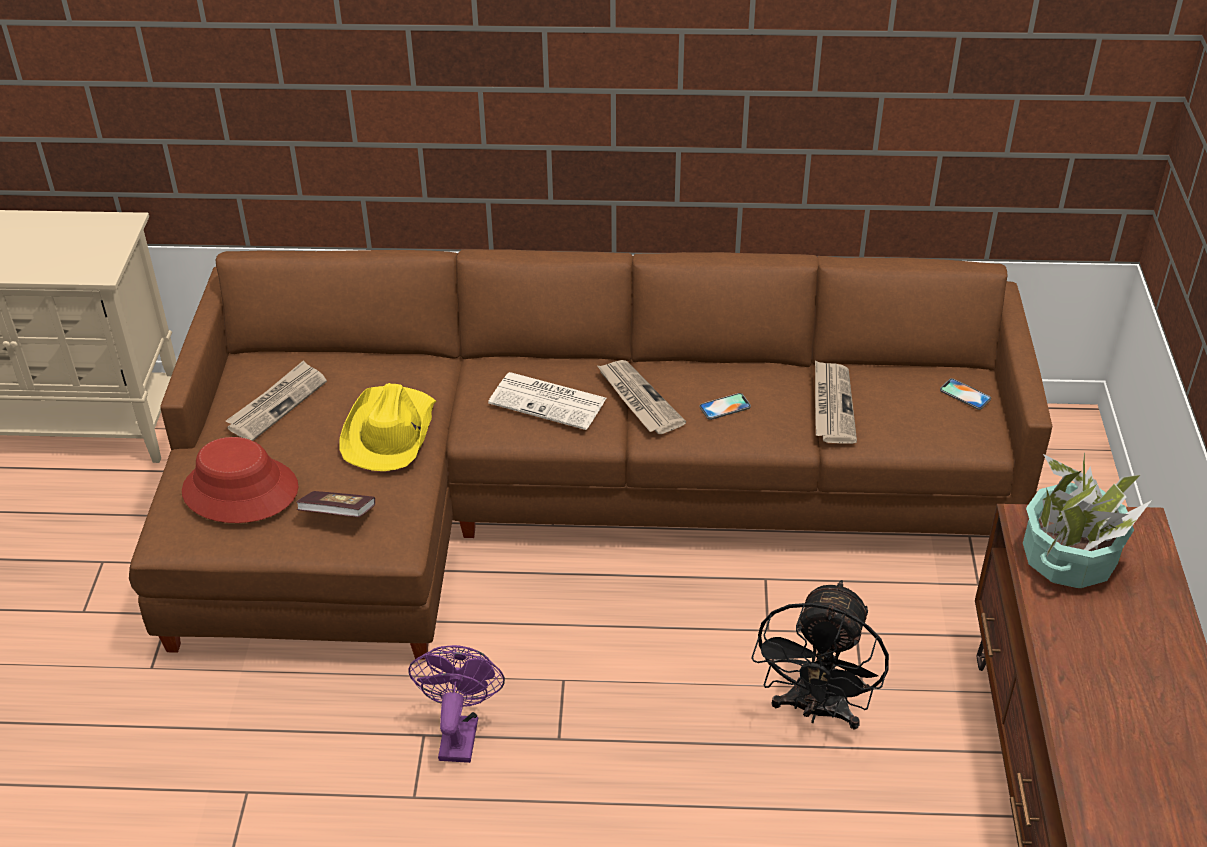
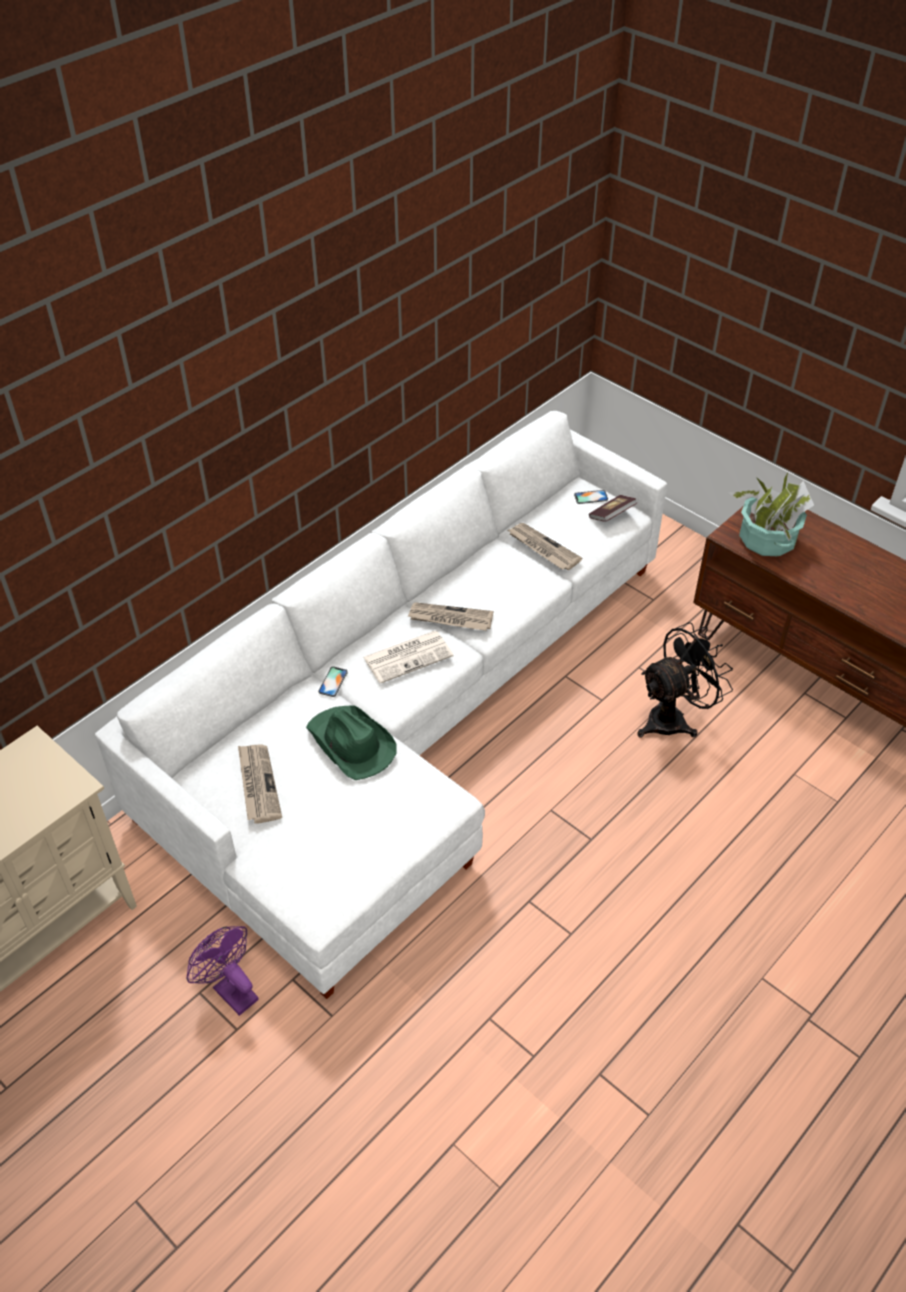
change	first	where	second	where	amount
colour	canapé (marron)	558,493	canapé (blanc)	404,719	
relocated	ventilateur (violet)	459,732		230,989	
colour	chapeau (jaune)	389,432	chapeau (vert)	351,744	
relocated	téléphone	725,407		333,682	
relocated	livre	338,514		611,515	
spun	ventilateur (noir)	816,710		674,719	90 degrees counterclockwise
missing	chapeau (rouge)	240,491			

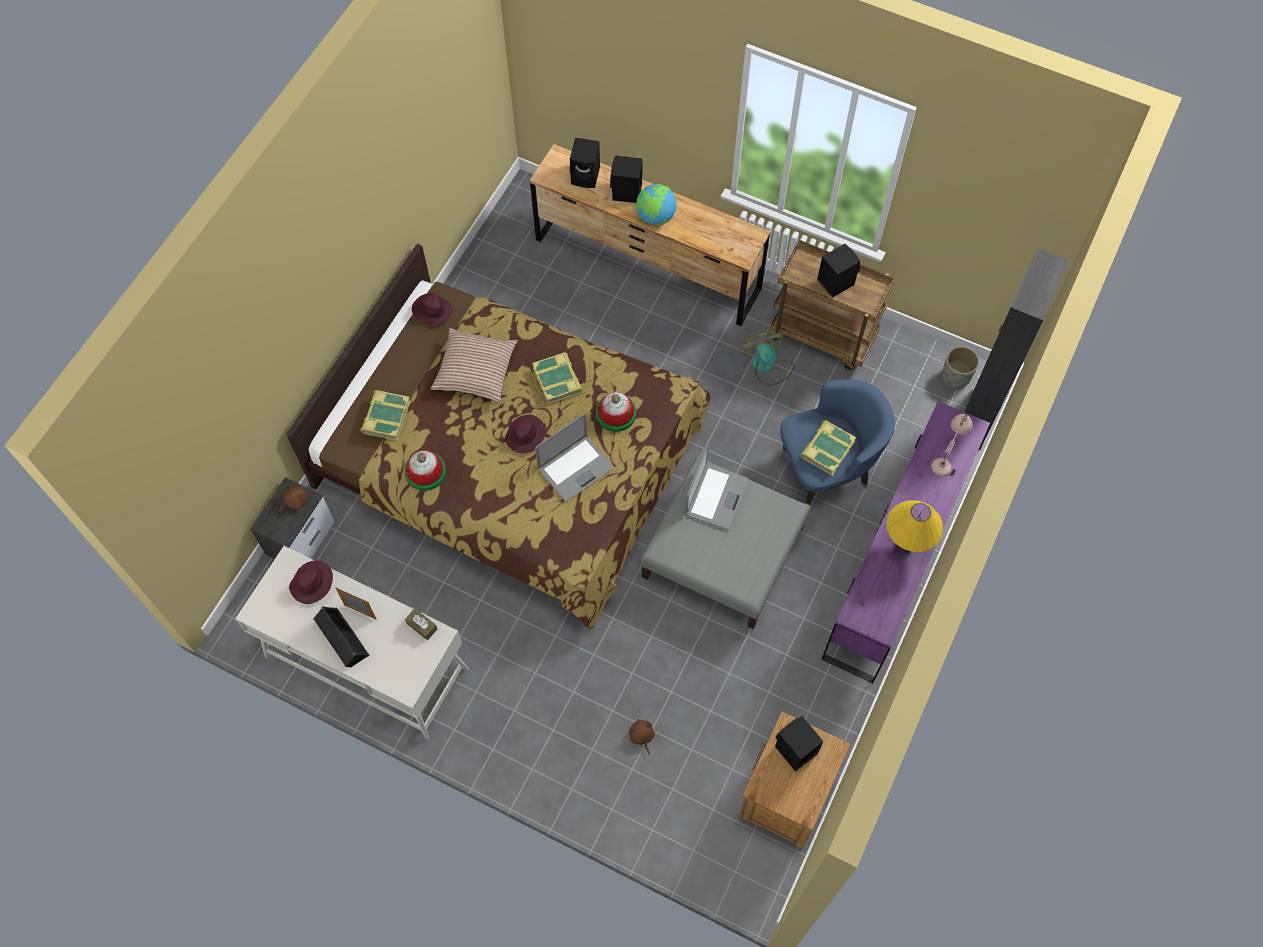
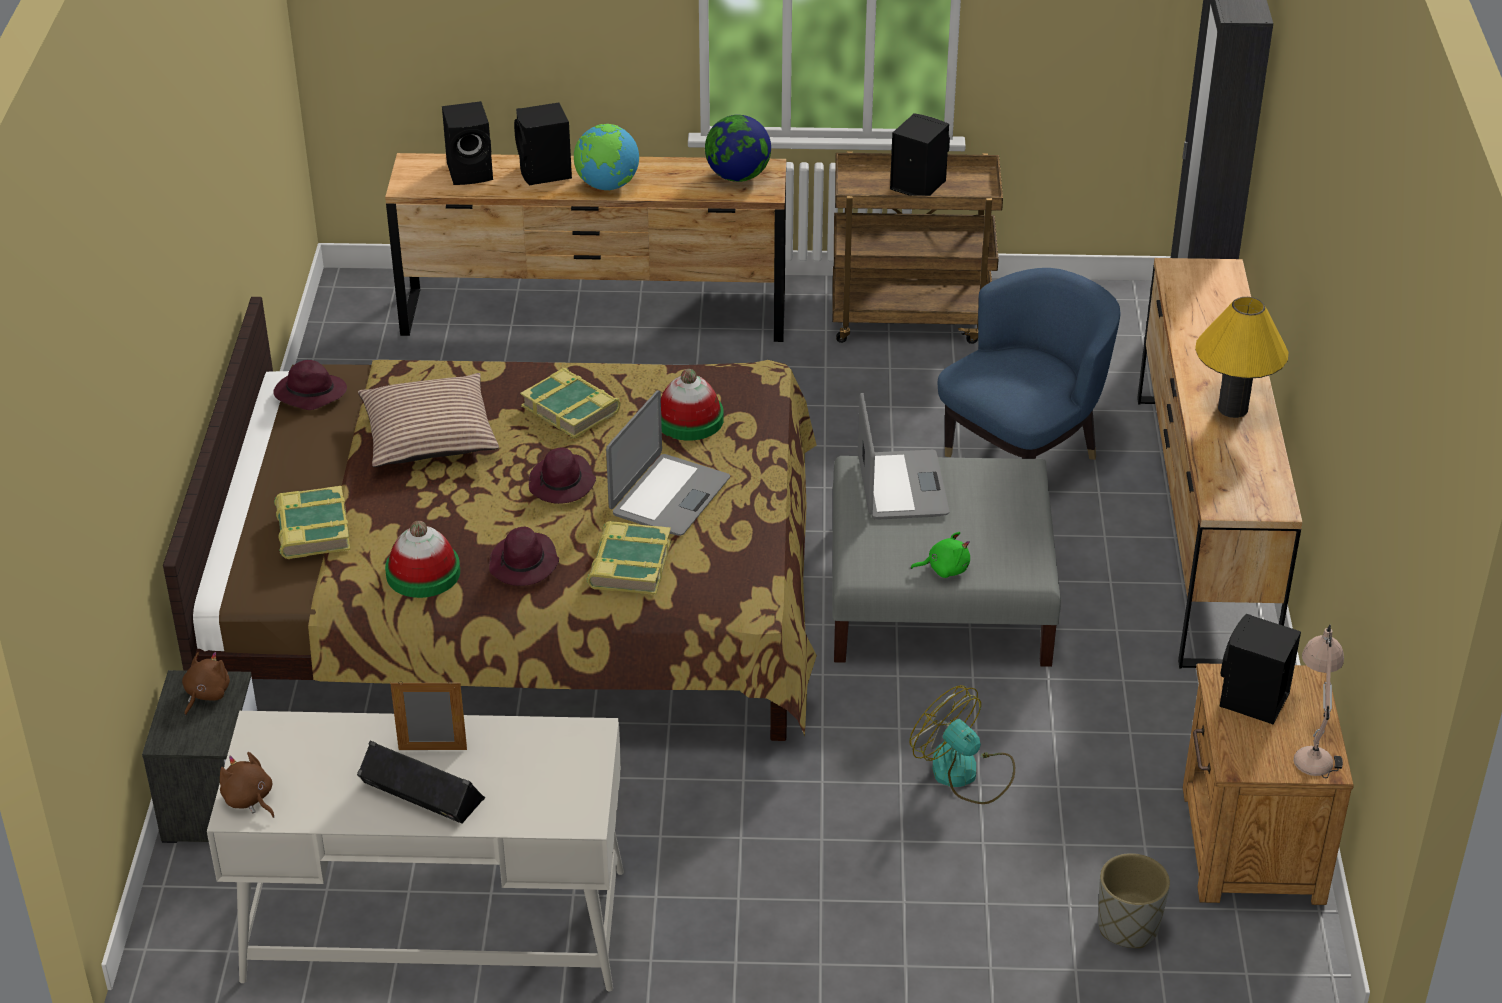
change	first	where	second	where	amount
relocated	peluche (marron)	641,736		249,800	
relocated	chapeau (violet)	312,584		524,564	
relocated	livre	827,449		629,565	
appeared			globe	738,176	
relocated	ventilateur	767,365		964,773	
appeared			peluche (vert)	944,569	
relocated	cache-pot (gris)	955,377		1128,927	
colour	commode (violet)	895,562	commode (marron)	1200,525	
relocated	lampe de table (beige)	946,458		1312,746	
missing	boîte à mouchoirs (marron)	422,626			

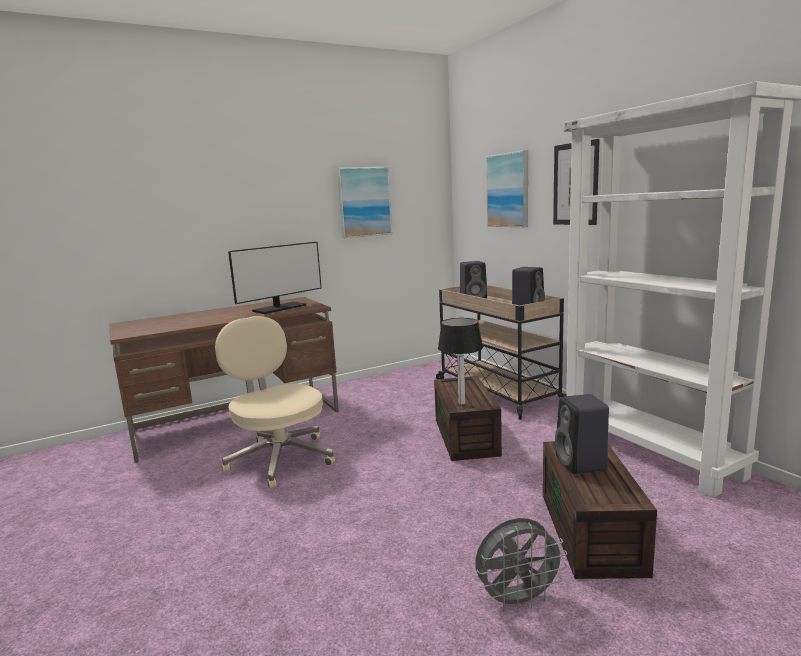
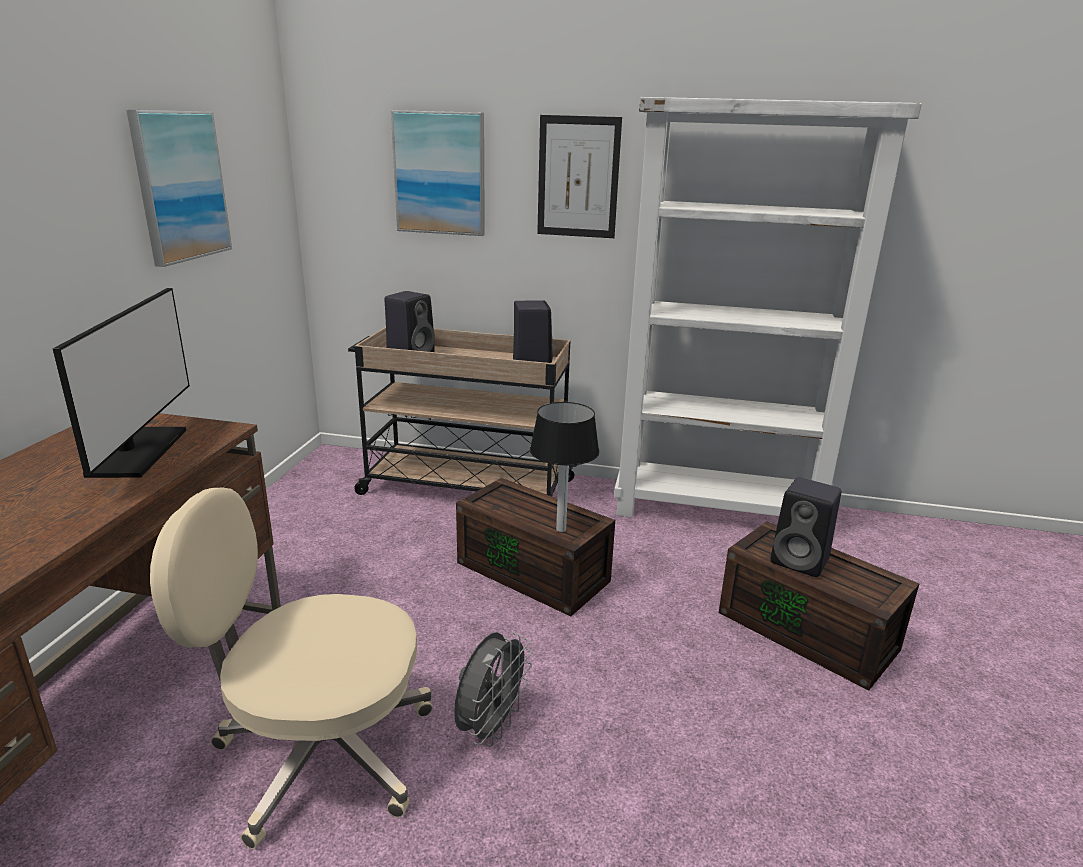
change	first	where	second	where	amount
relocated	ventilateur (gris)	518,600		490,726	

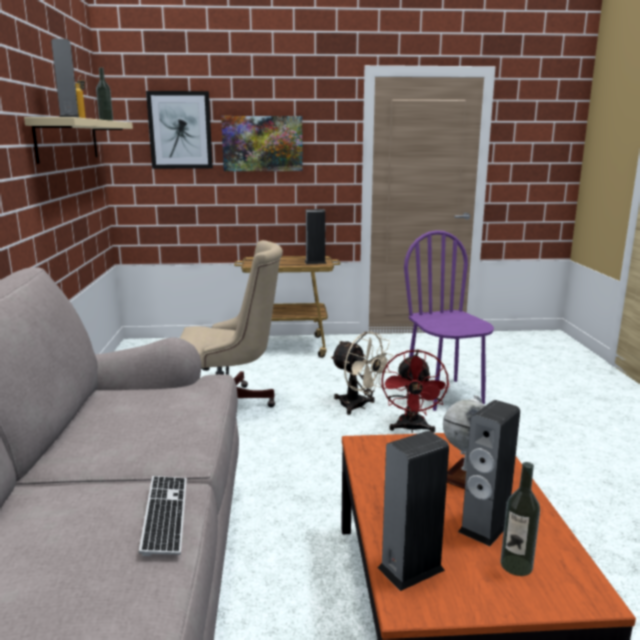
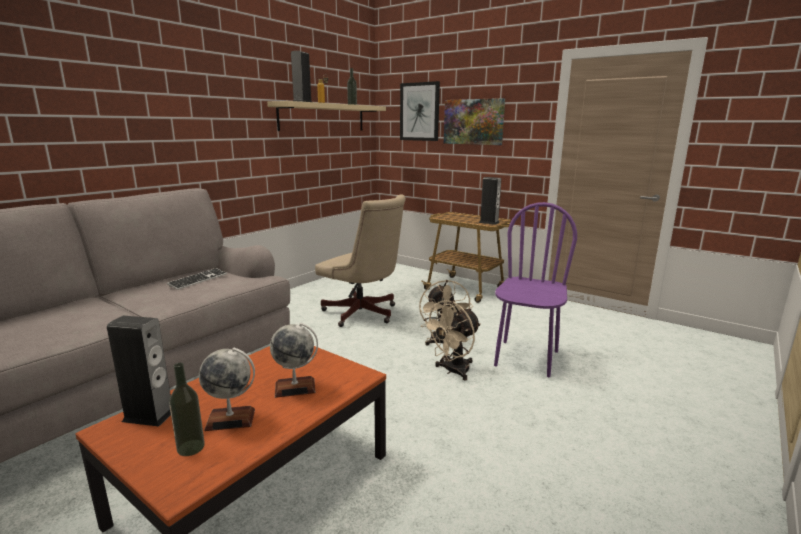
change	first	where	second	where	amount
relocated	clavier	165,515		198,280	
exchanged	enceinte	485,526	globe	230,419	
colour	ventilateur (rouge)	412,429	ventilateur (beige)	452,371	

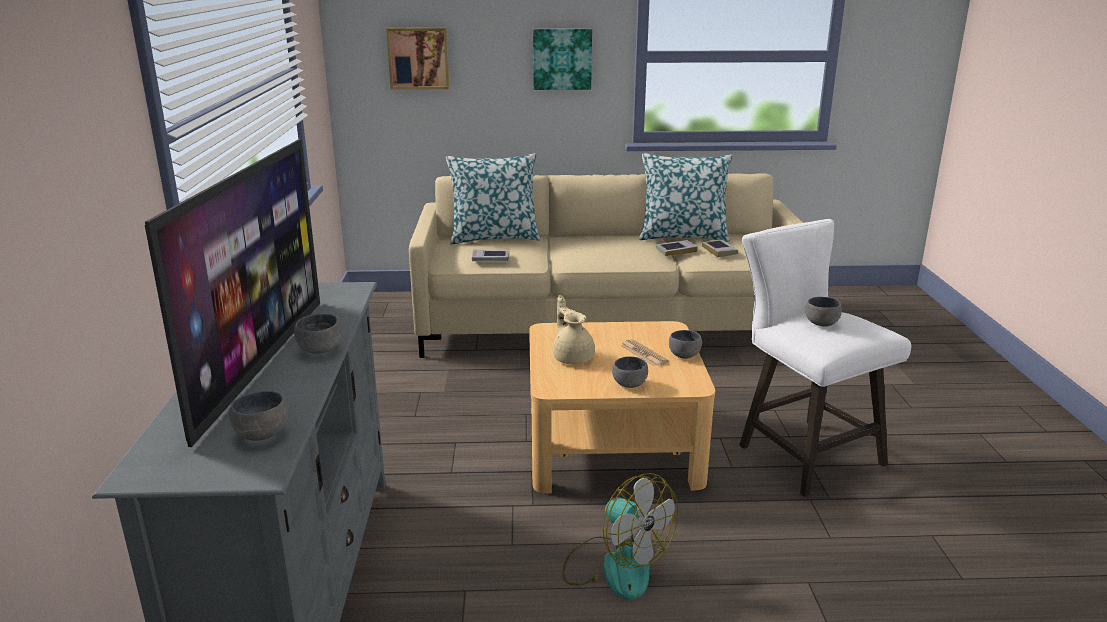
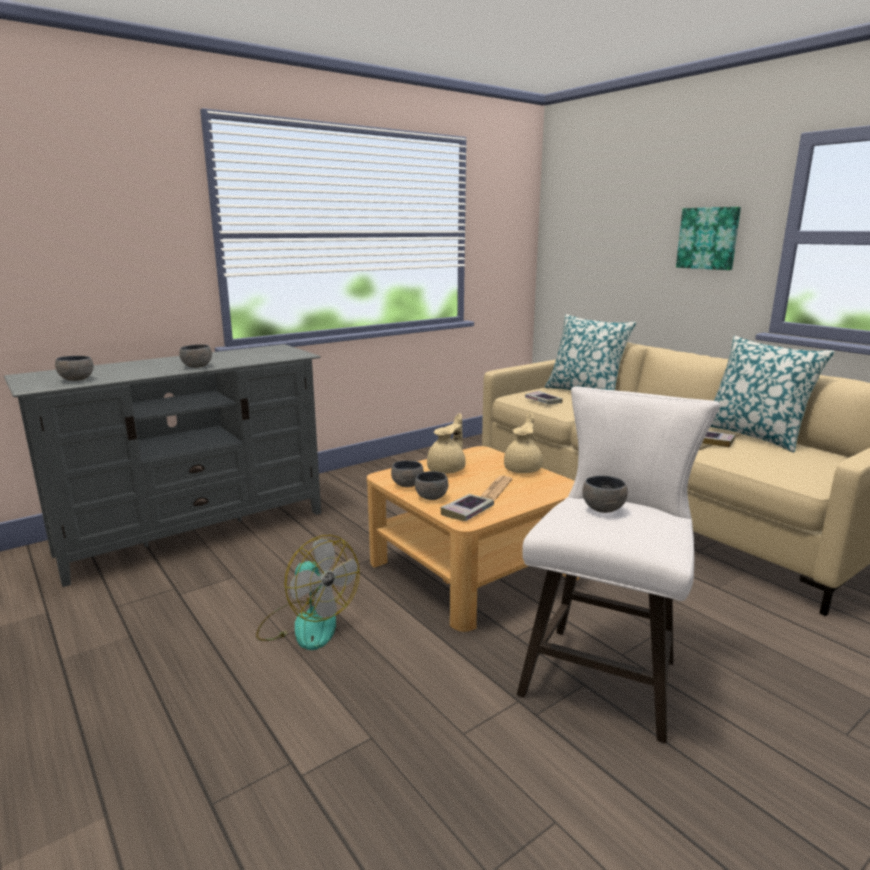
change	first	where	second	where	amount
spun	ventilateur	615,566		307,624	60 degrees counterclockwise
relocated	bol (gris)	683,355		408,484	
relocated	livre	719,251		467,511	
appeared			théière (beige)	524,469	
missing	téléviseur	260,363			
missing	tableau	418,58			

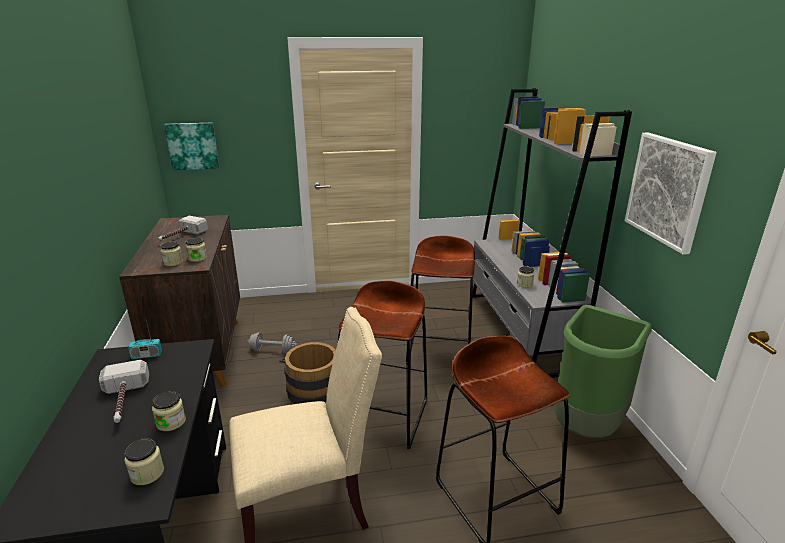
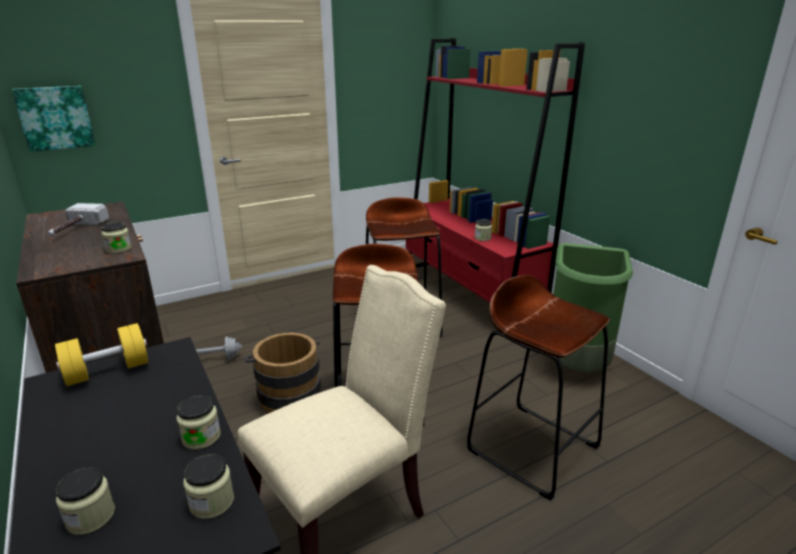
change	first	where	second	where	amount
exchanged	radio	146,355	haltère (jaune)	108,371	
relocated	bocal	173,262		90,517	
colour	bibliothèque (gris)	520,330	bibliothèque (rouge)	470,292	
missing	marteau	124,401			
missing	tableau	668,190			

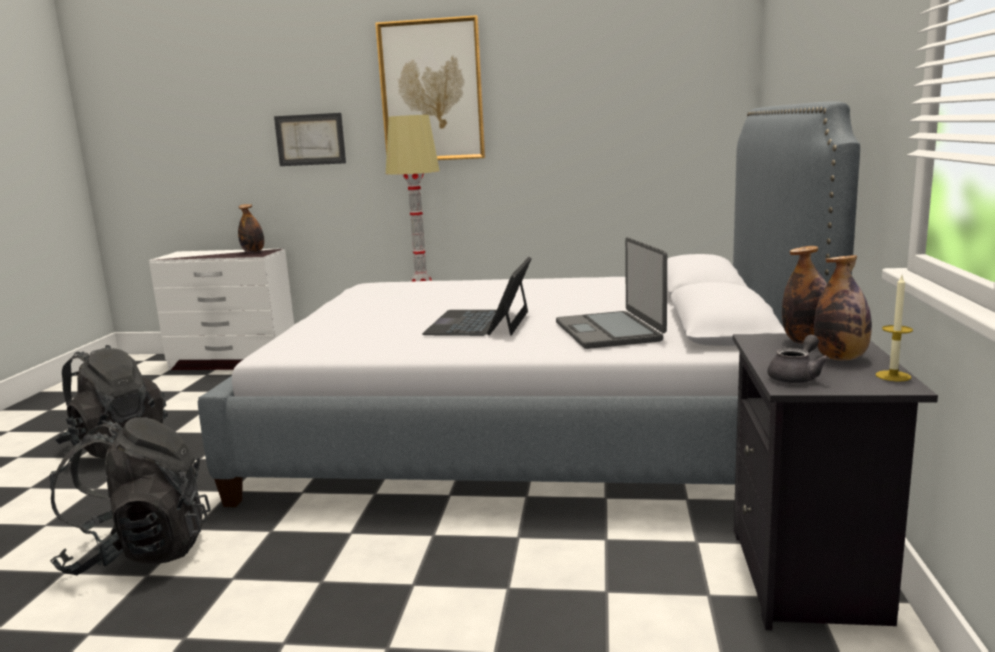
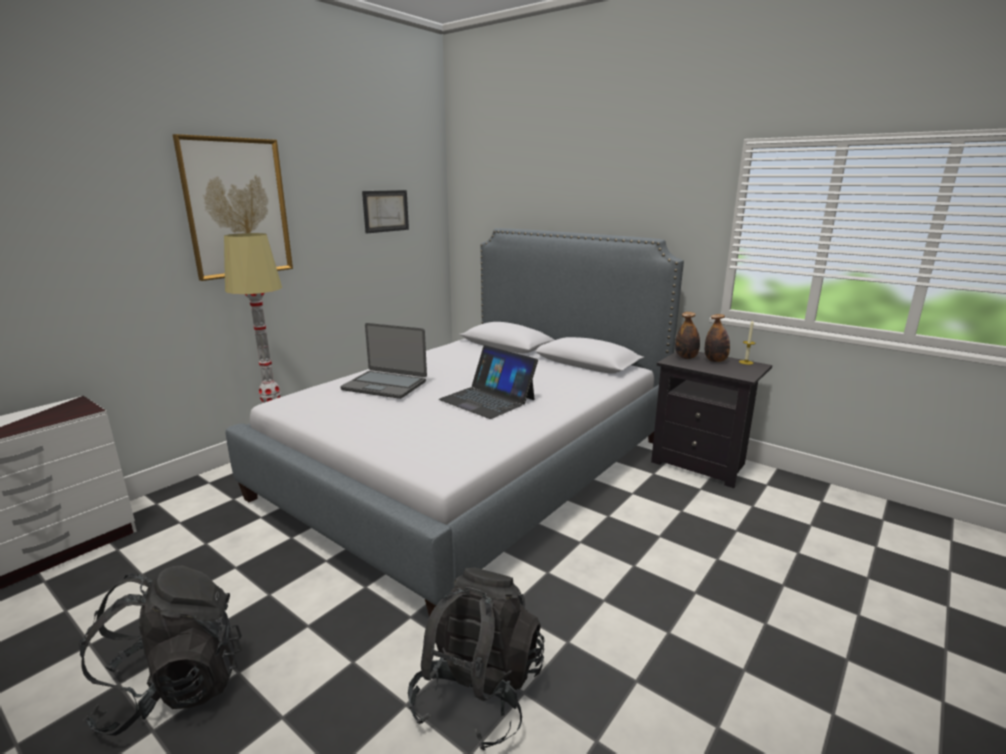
change	first	where	second	where	amount
relocated	ordinateur portable	609,331		385,385	
relocated	tableau	310,139		385,211	
missing	bouteille	253,252			
missing	théière (gris)	796,377			

